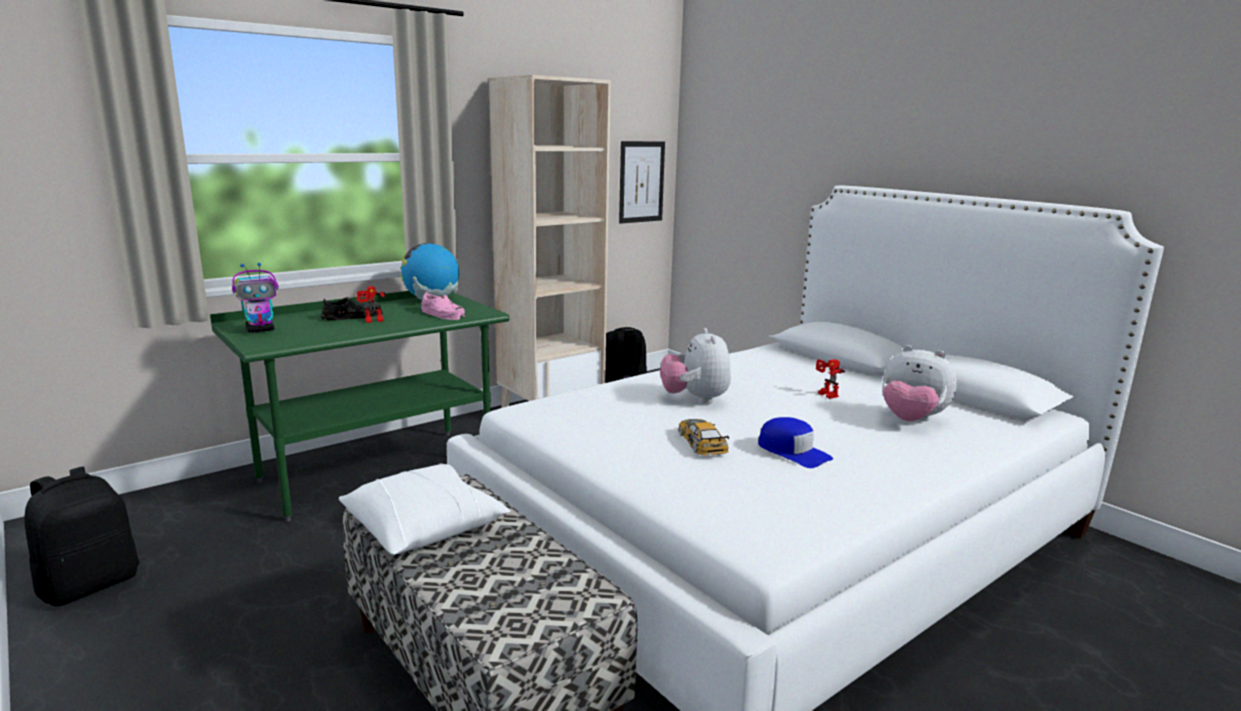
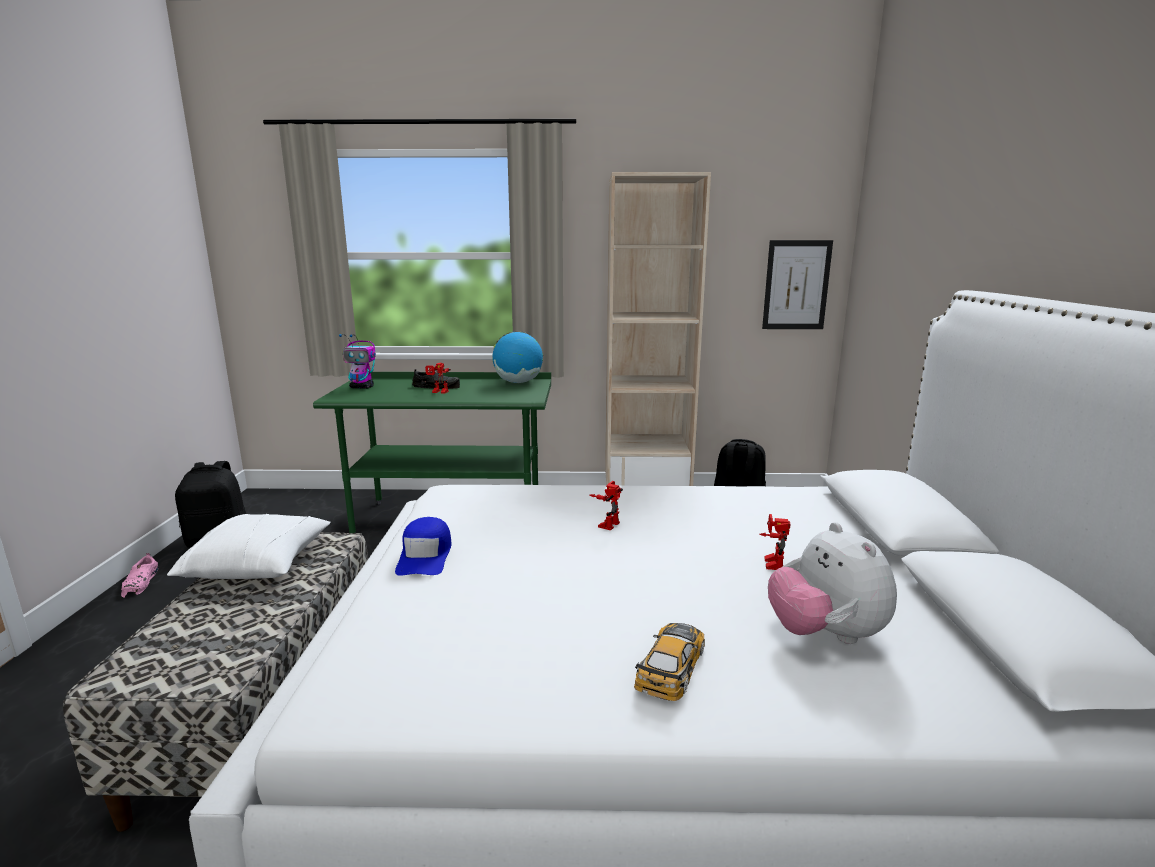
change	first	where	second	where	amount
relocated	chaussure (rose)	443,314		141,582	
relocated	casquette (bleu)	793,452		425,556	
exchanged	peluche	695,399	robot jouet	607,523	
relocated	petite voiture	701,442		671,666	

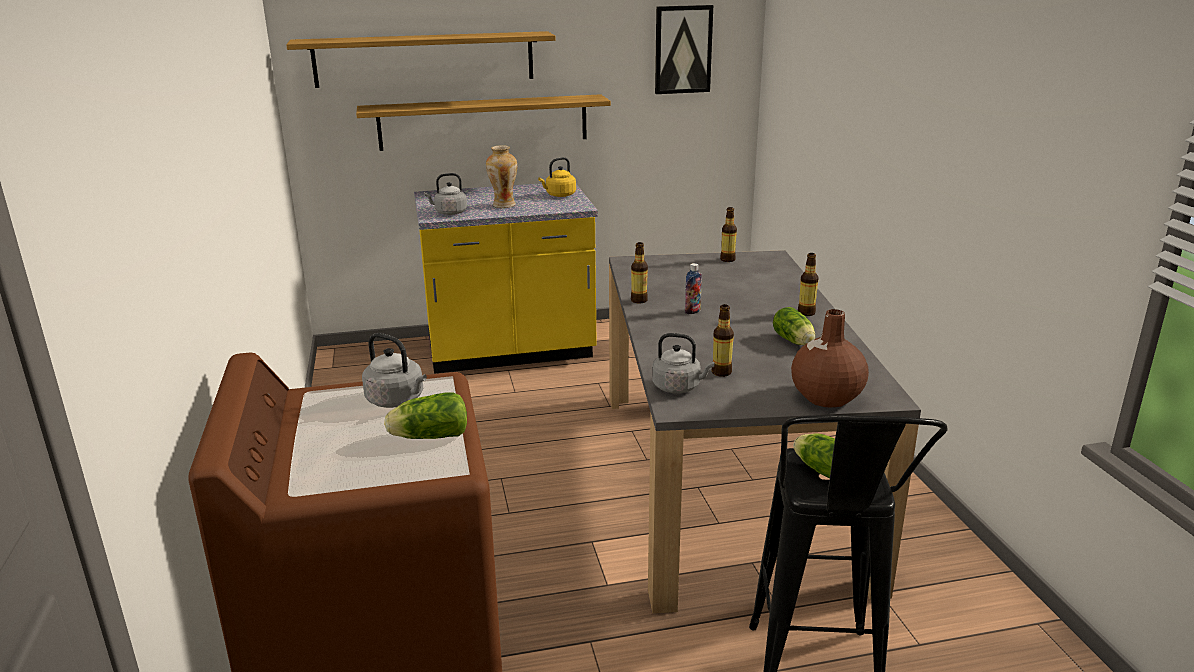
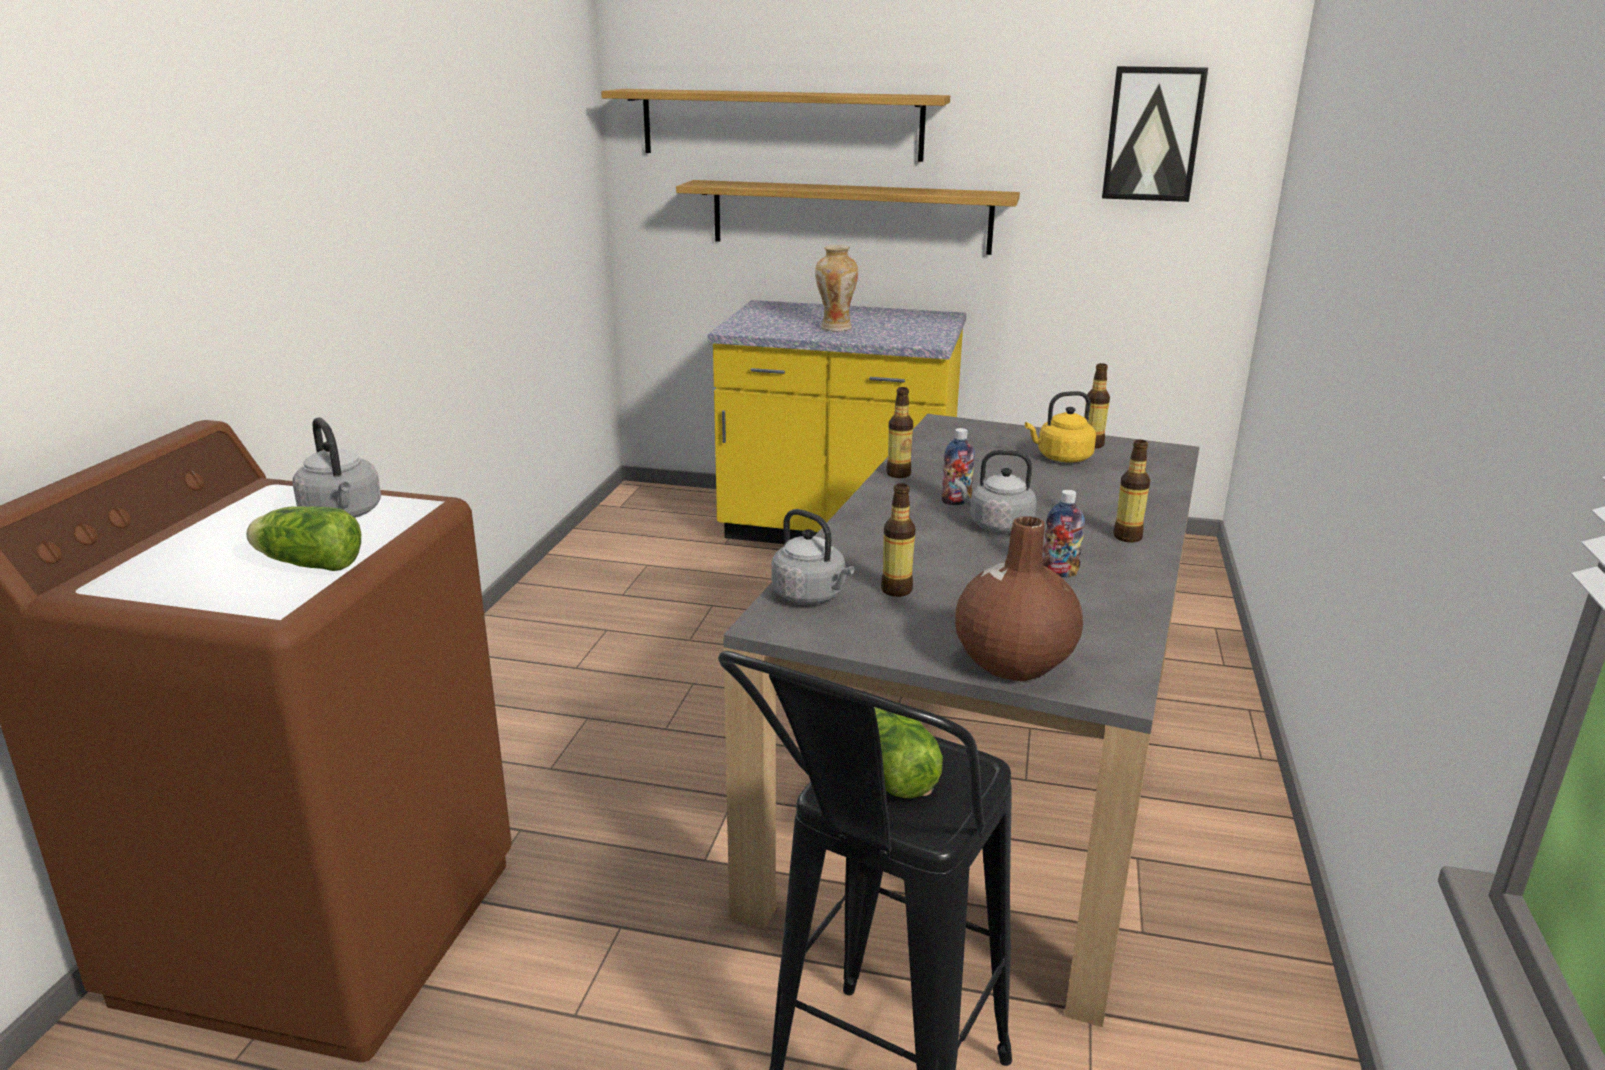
change	first	where	second	where	amount
relocated	bouilloire (gris)	449,213		997,525	
relocated	bouilloire (jaune)	559,195		1061,458	
exchanged	laitue	794,342	bouteille	1059,573	

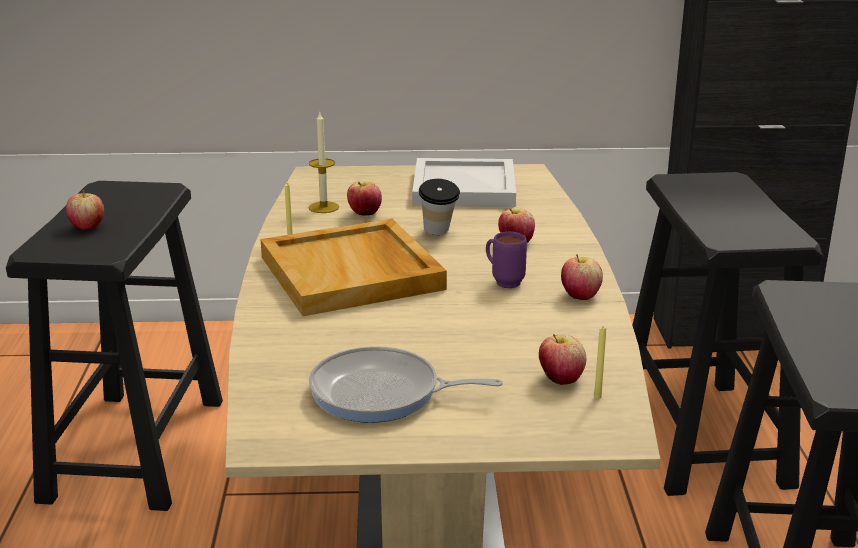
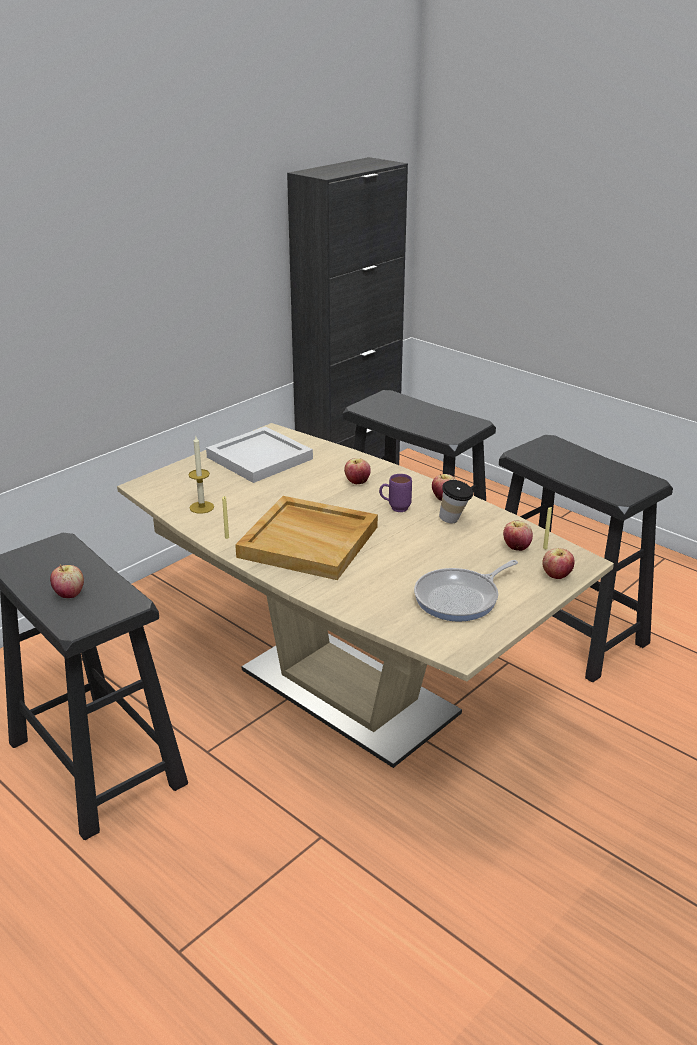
change	first	where	second	where	amount
relocated	tasse	438,233		454,521	
relocated	pomme	364,214		556,576	

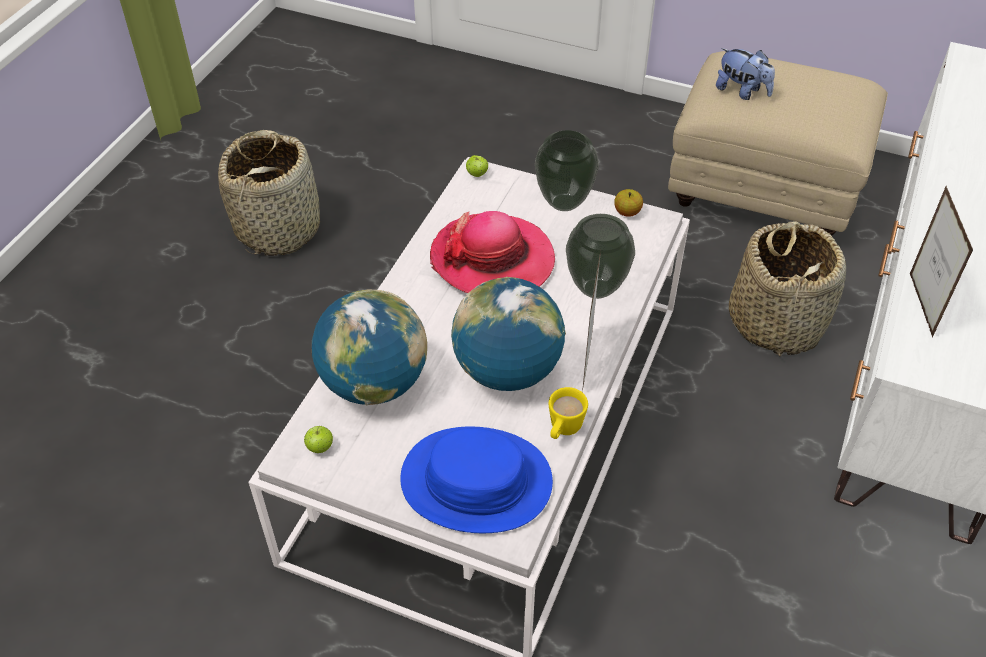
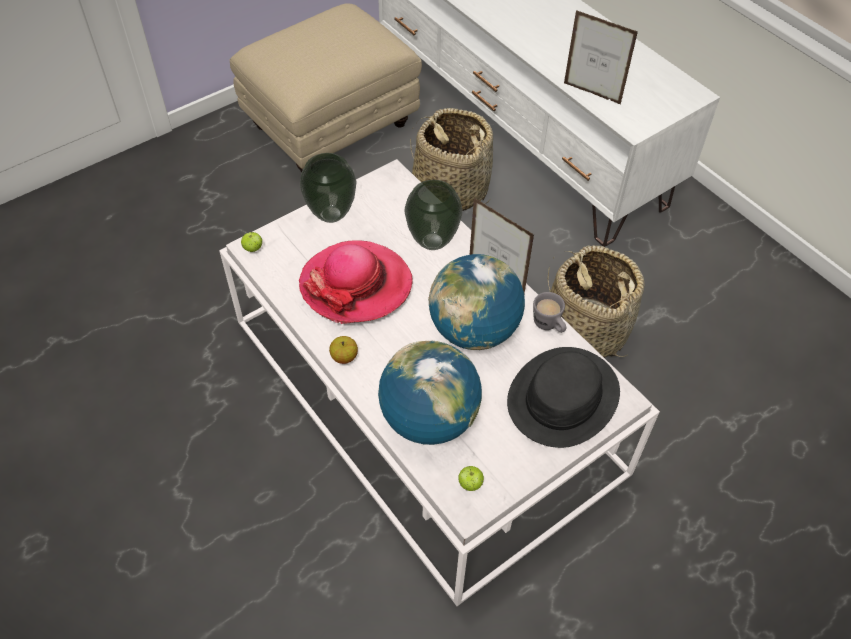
change	first	where	second	where	amount
relocated	pomme	627,212		344,357	
colour	chapeau (bleu)	476,481	chapeau (noir)	563,398	
colour	mug (jaune)	563,430	mug (gris)	549,326	
relocated	panier	278,228		584,330	
missing	peluche	742,91			

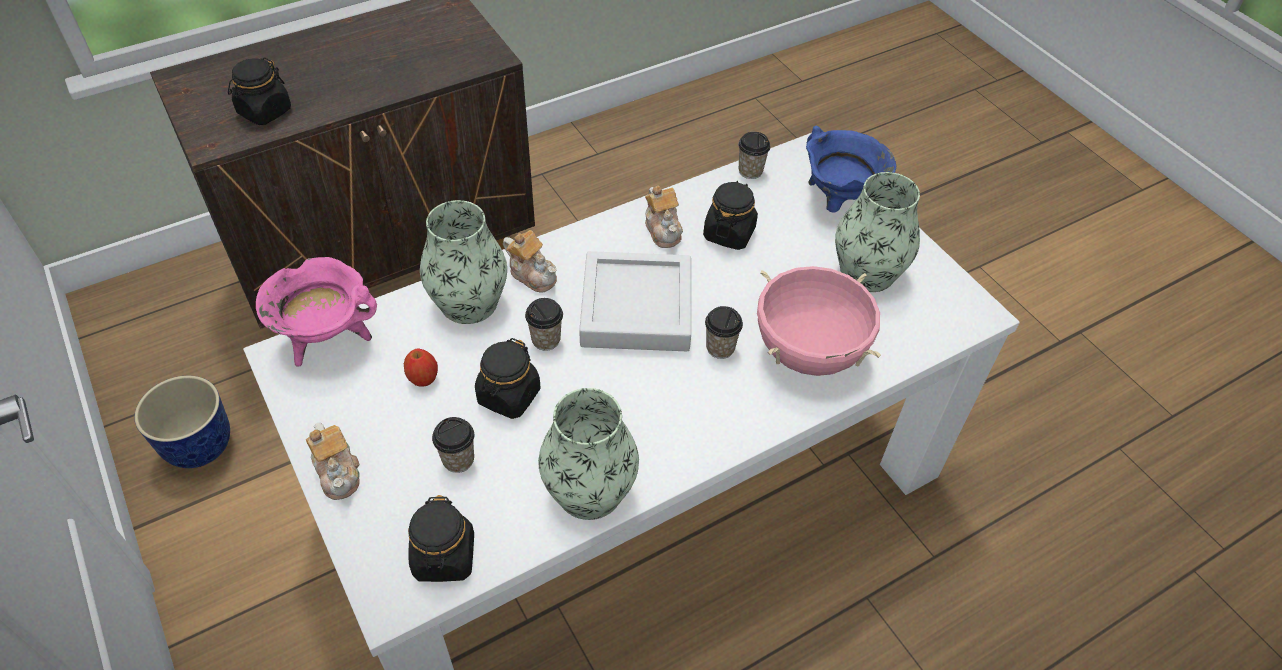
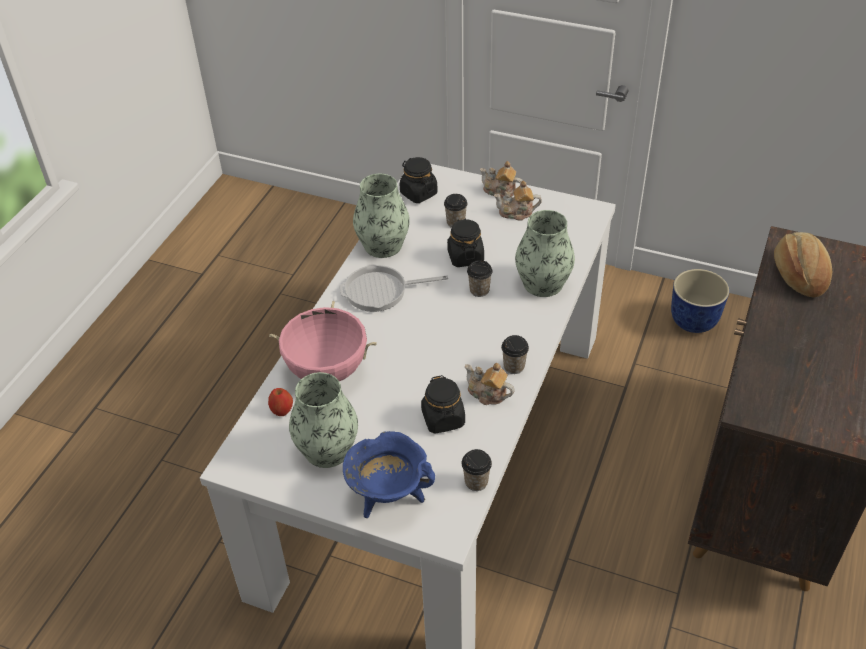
change	first	where	second	where	amount
relocated	pomme	423,379		282,411	
appeared			poêle	380,291	
relocated	théière	533,274		516,213	
relocated	tasse	720,348		514,366	
exchanged	bocal (noir)	264,111	pain	799,275	
missing	marmite (rose)	327,339			
missing	plateau (gris)	636,309			

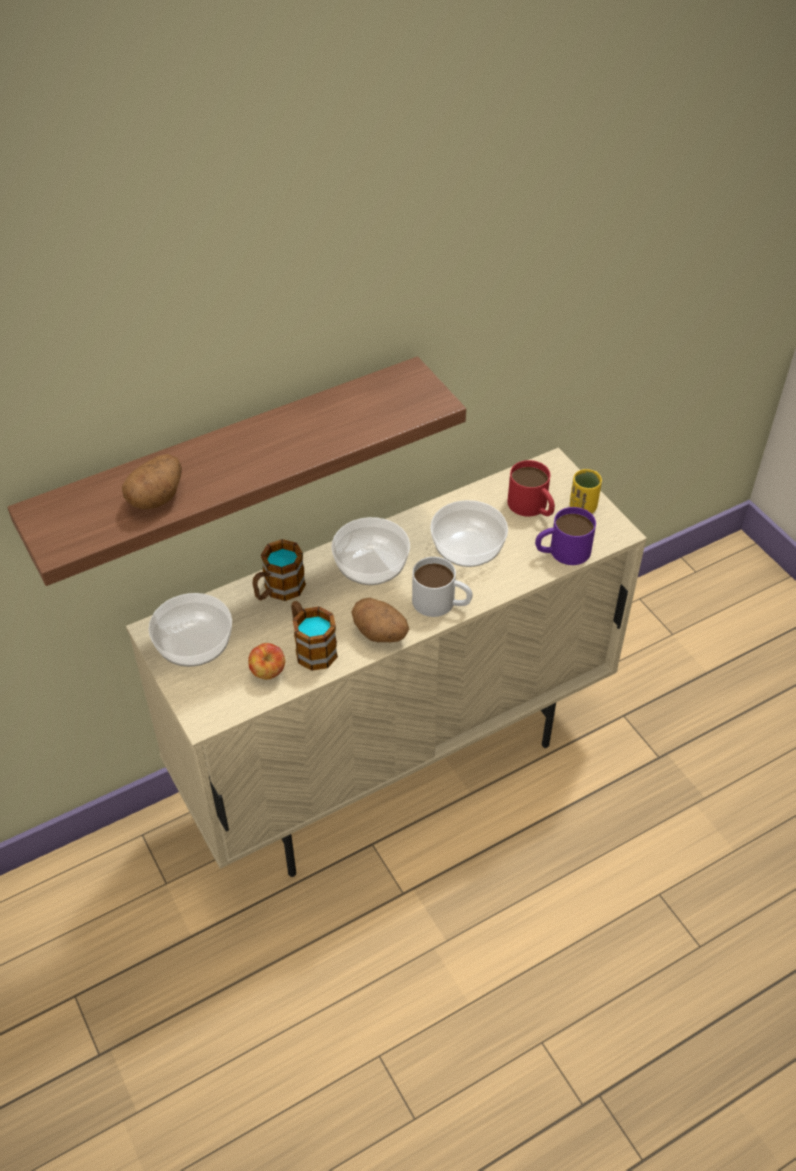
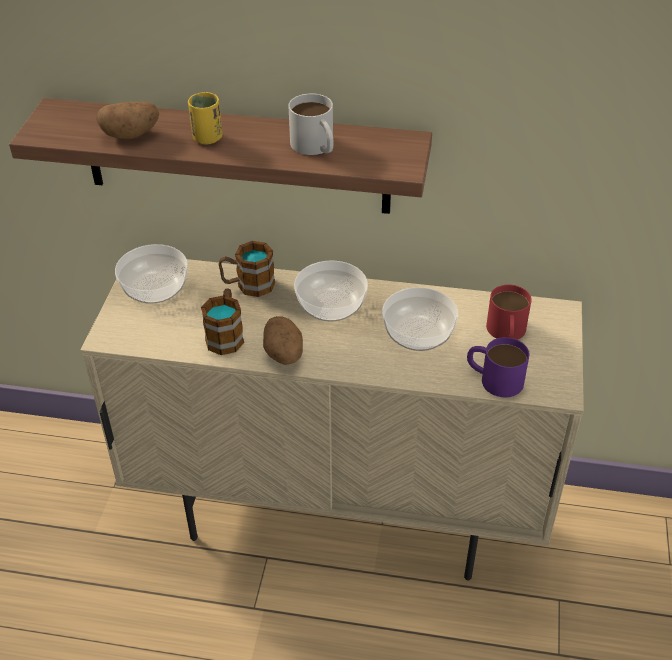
change	first	where	second	where	amount
relocated	tasse (jaune)	583,507		207,138	
relocated	mug (blanc)	441,603		316,147	
missing	pomme	267,672			

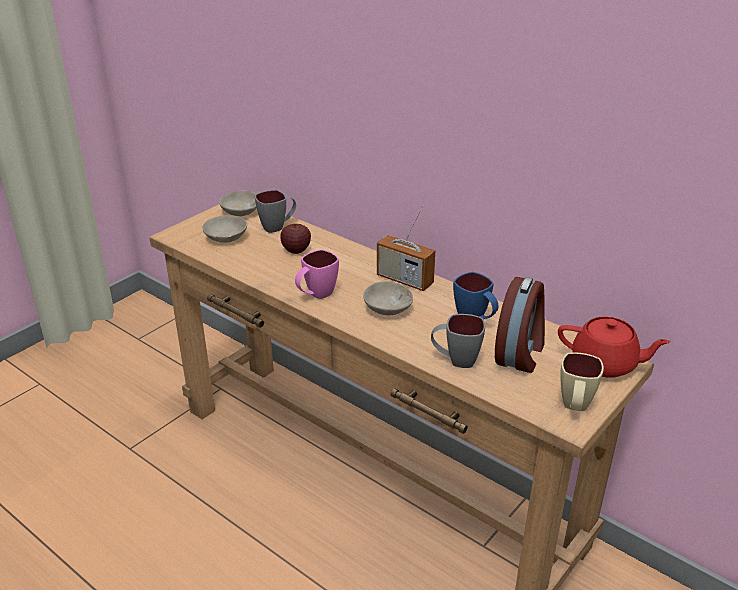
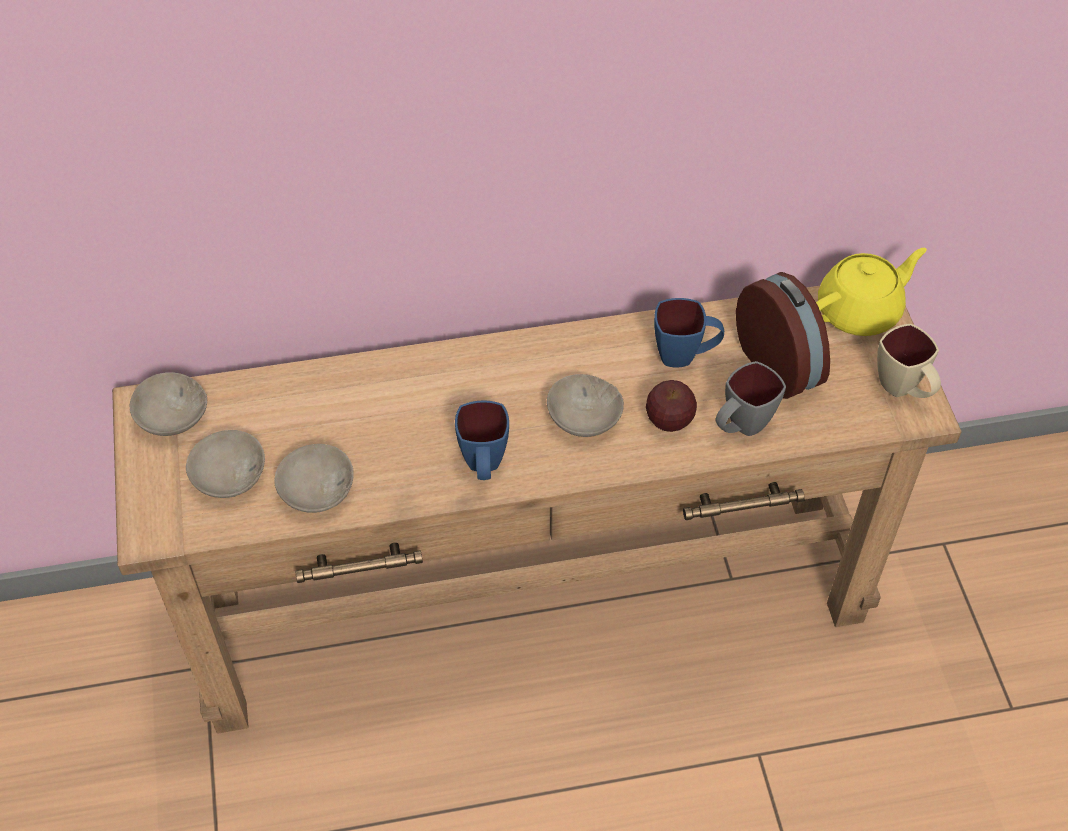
change	first	where	second	where	amount
appeared			bol (beige)	315,489	
colour	mug (rose)	316,295	mug (bleu)	484,468	
relocated	pomme	296,250		668,421	
colour	théière (rouge)	605,364	théière (jaune)	860,311	
missing	mug (gris)	278,227			
missing	radio	404,280			

